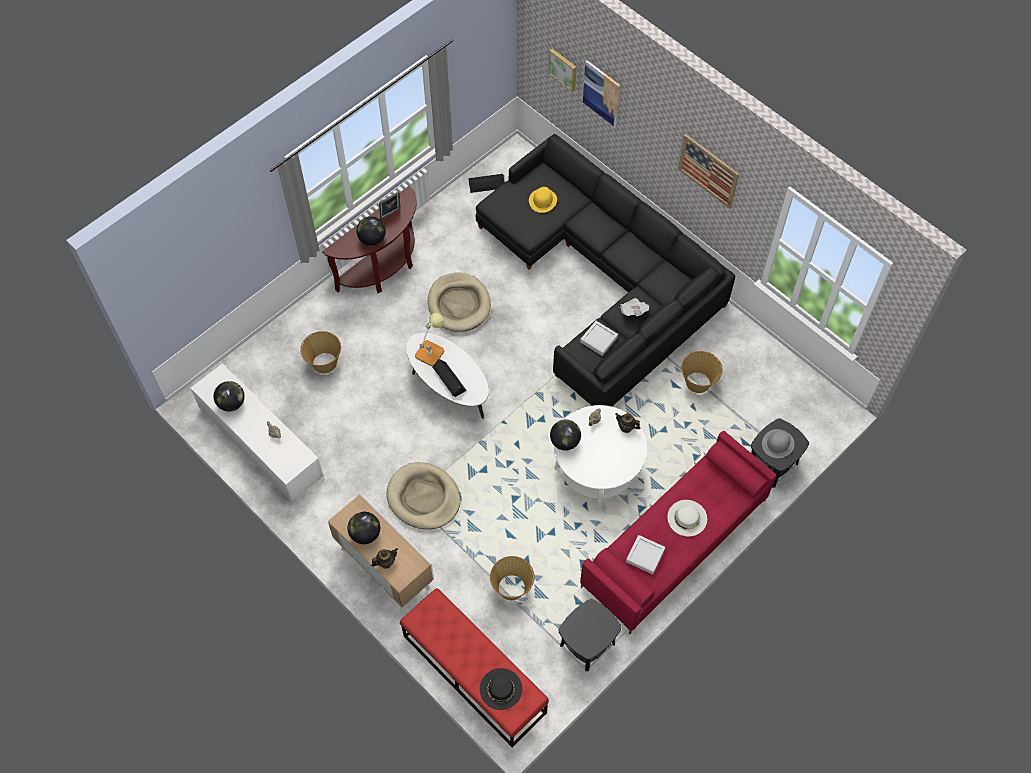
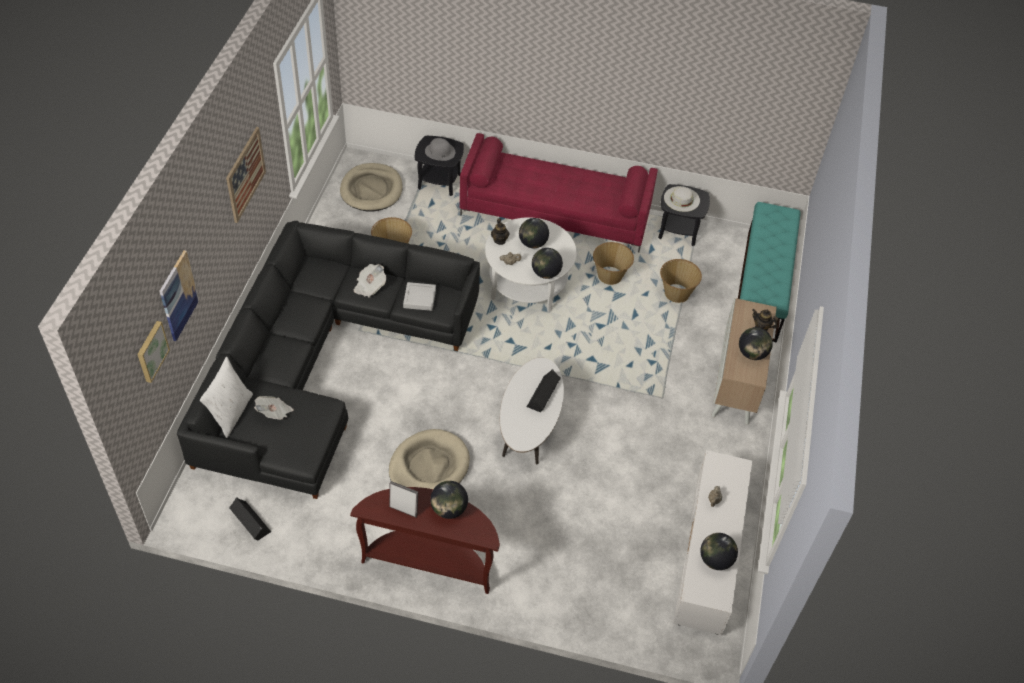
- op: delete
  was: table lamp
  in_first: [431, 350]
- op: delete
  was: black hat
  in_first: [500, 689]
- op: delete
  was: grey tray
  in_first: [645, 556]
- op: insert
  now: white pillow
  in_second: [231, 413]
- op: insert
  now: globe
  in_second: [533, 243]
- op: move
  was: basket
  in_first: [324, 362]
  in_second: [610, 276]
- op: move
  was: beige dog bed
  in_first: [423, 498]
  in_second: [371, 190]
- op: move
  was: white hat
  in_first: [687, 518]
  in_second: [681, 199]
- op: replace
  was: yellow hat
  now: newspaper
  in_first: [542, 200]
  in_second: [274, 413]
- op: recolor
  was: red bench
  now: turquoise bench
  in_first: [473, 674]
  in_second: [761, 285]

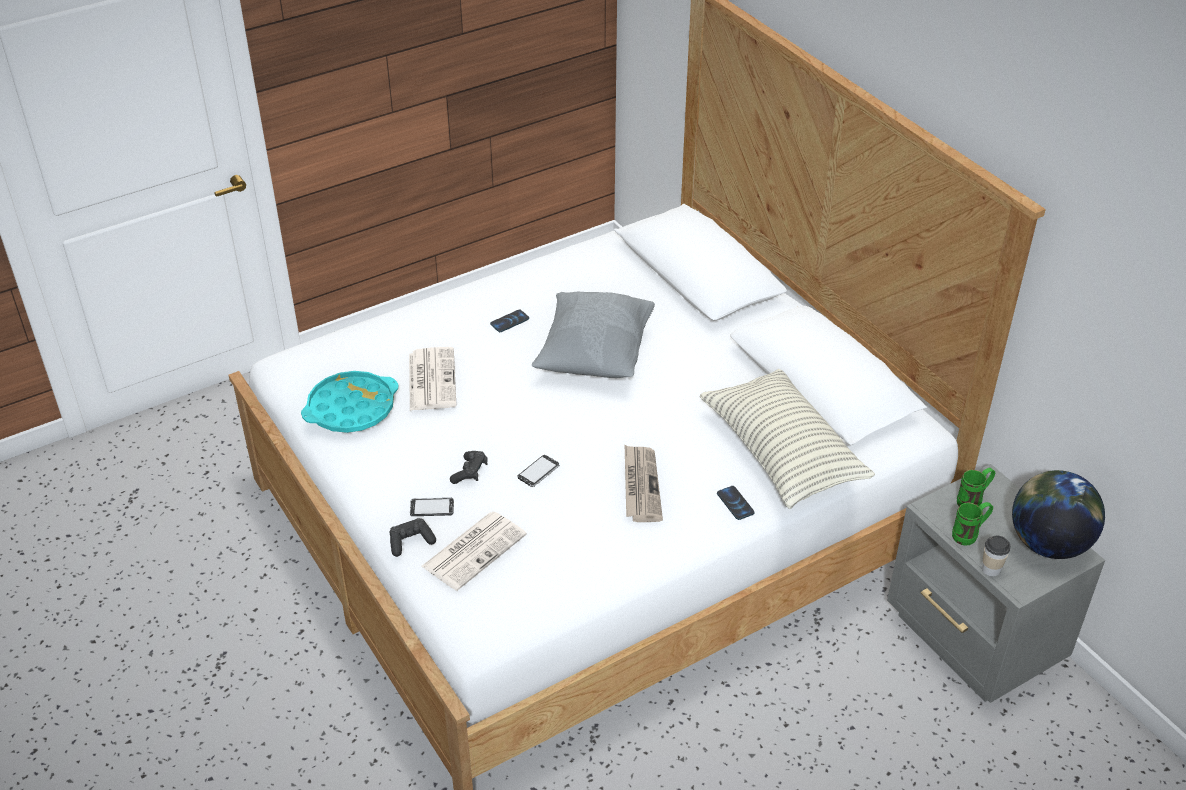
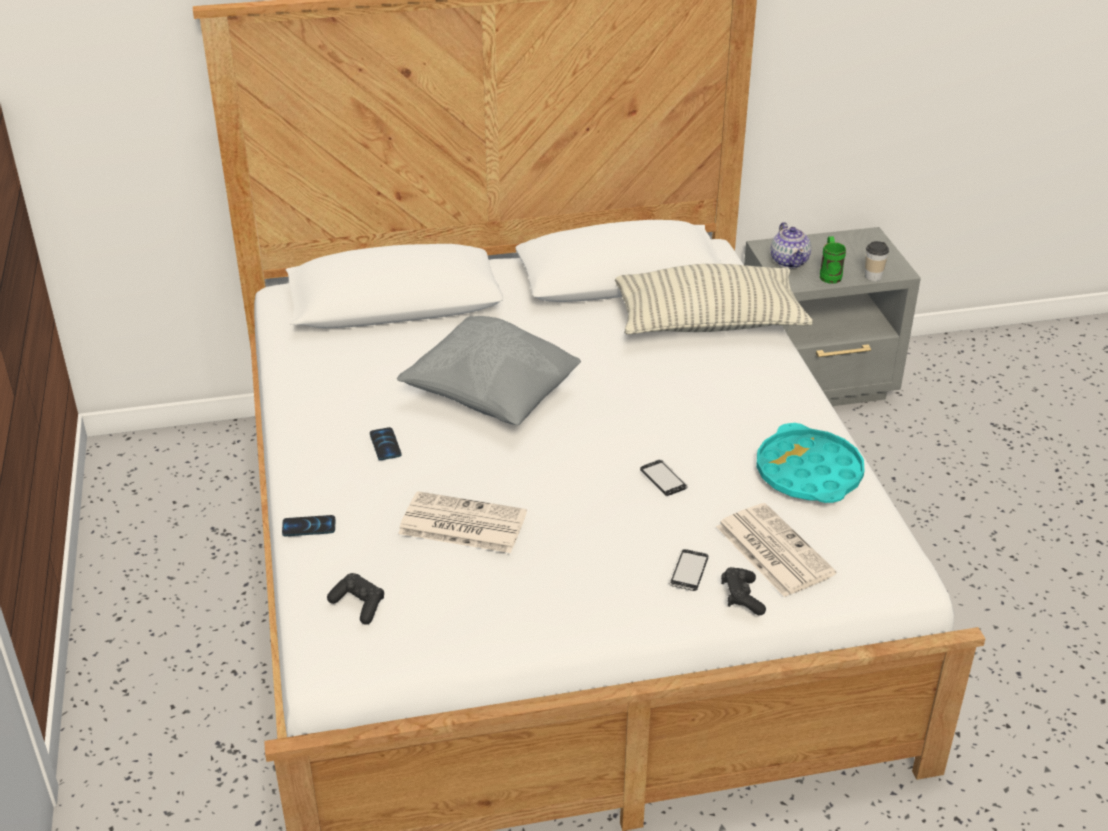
- op: delete
  was: newspaper
  in_first: [640, 485]
- op: delete
  was: globe
  in_first: [1048, 543]
- op: move
  was: turquoise tray
  in_first: [351, 408]
  in_second: [808, 473]
- op: move
  was: black game controller
  in_first: [470, 473]
  in_second: [359, 605]
- op: move
  was: phone
  in_first: [735, 503]
  in_second: [309, 527]
- op: replace
  was: green mug
  now: teapot
  in_first: [973, 501]
  in_second: [789, 261]

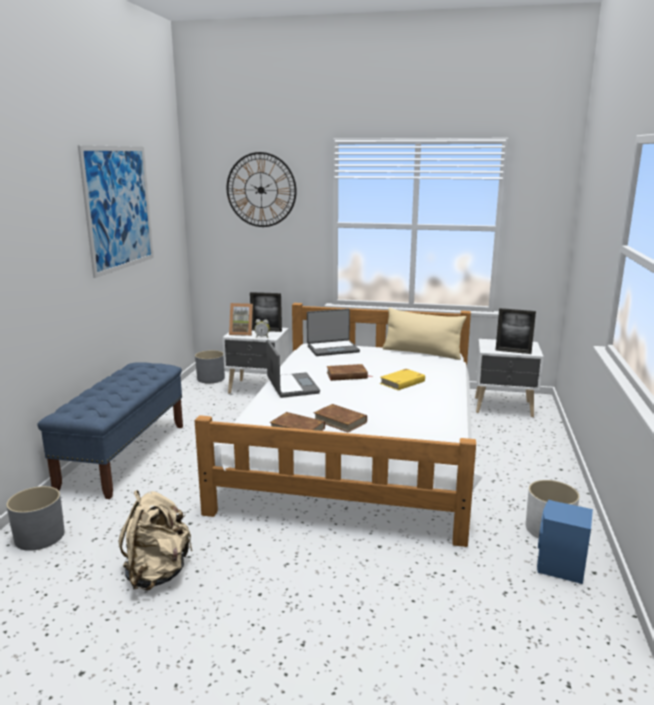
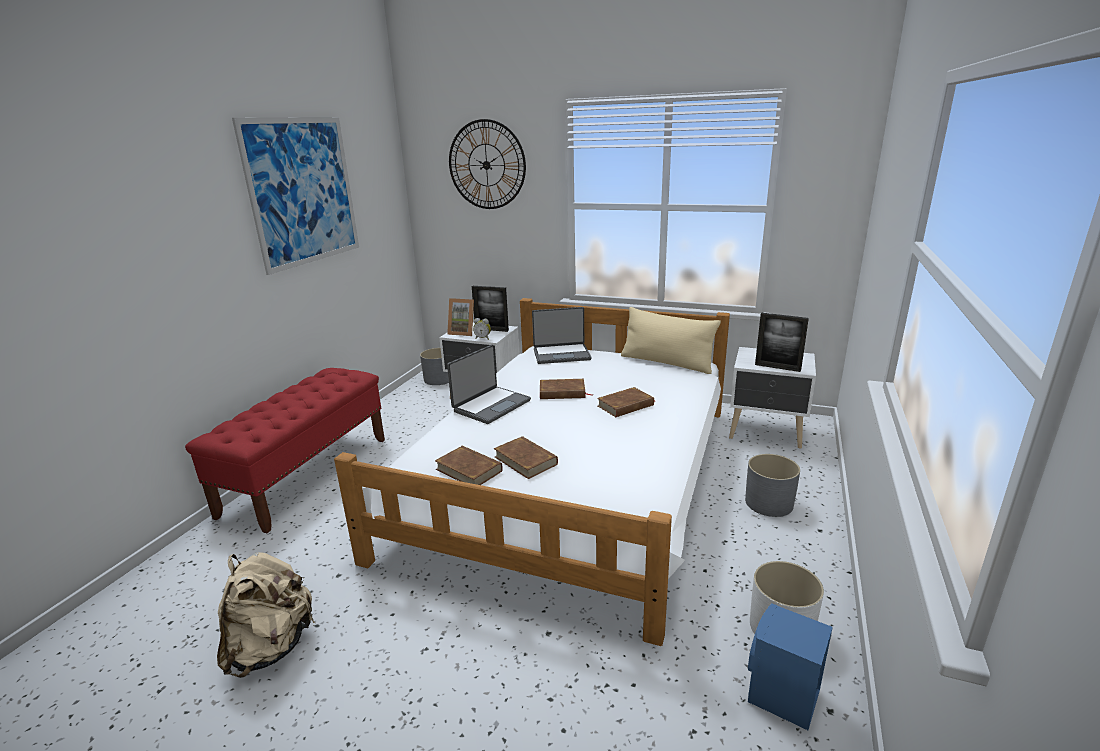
- op: move
  was: grey planter
  in_first: [40, 536]
  in_second: [769, 503]
- op: recolor
  was: blue bench
  now: red bench
  in_first: [124, 455]
  in_second: [308, 475]
- op: recolor
  was: yellow book
  now: brown book
  in_first: [402, 382]
  in_second: [626, 406]
- op: rotate
  was: laptop
  in_first: [291, 386]
  in_second: [491, 405]
  clockwise: 45

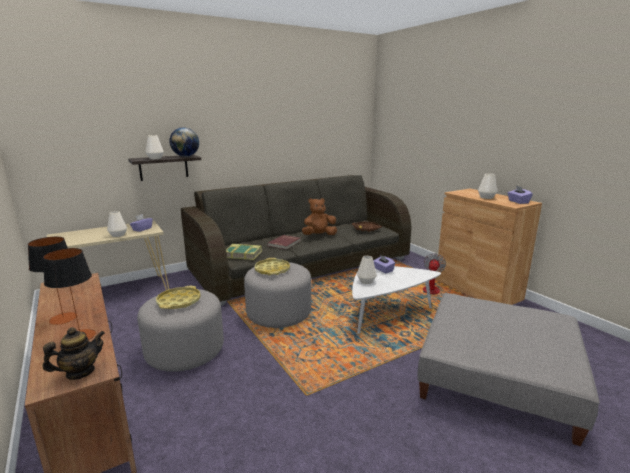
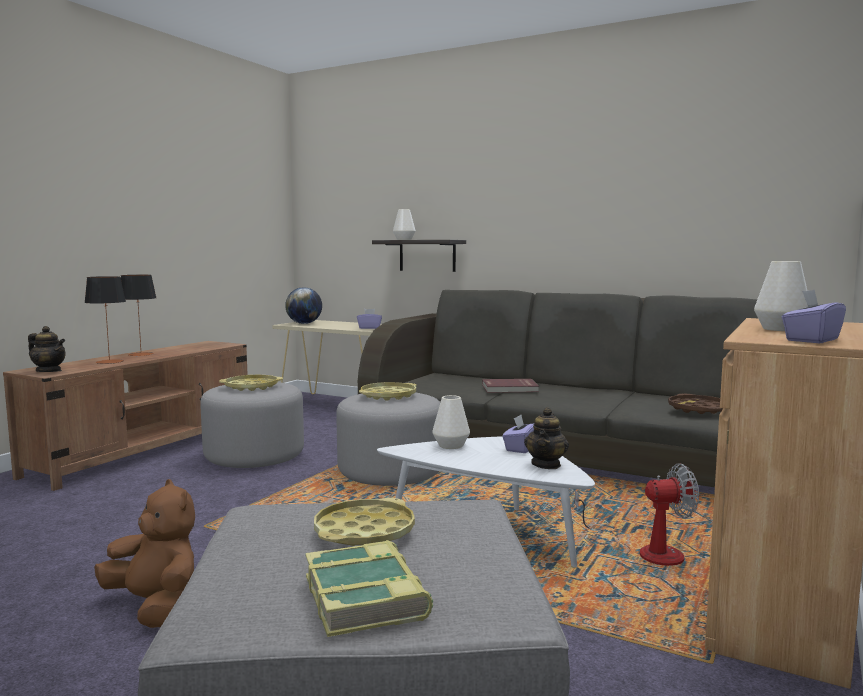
- op: delete
  was: white vase
  in_first: [118, 235]
- op: insert
  now: yellow tray
  in_second: [364, 532]
- op: insert
  now: teapot
  in_second: [546, 464]
- op: move
  was: globe
  in_first: [186, 156]
  in_second: [304, 323]
- op: move
  was: book
  in_first: [243, 254]
  in_second: [366, 597]
- op: move
  was: brown plush toy
  in_first: [319, 235]
  in_second: [156, 607]

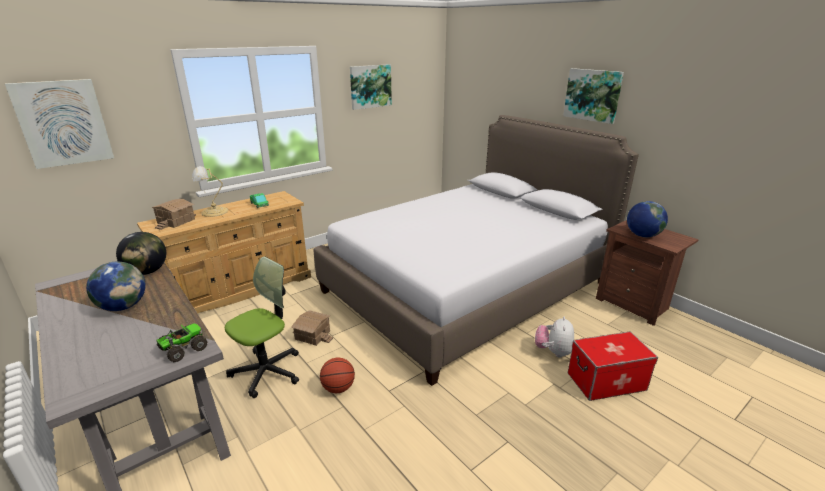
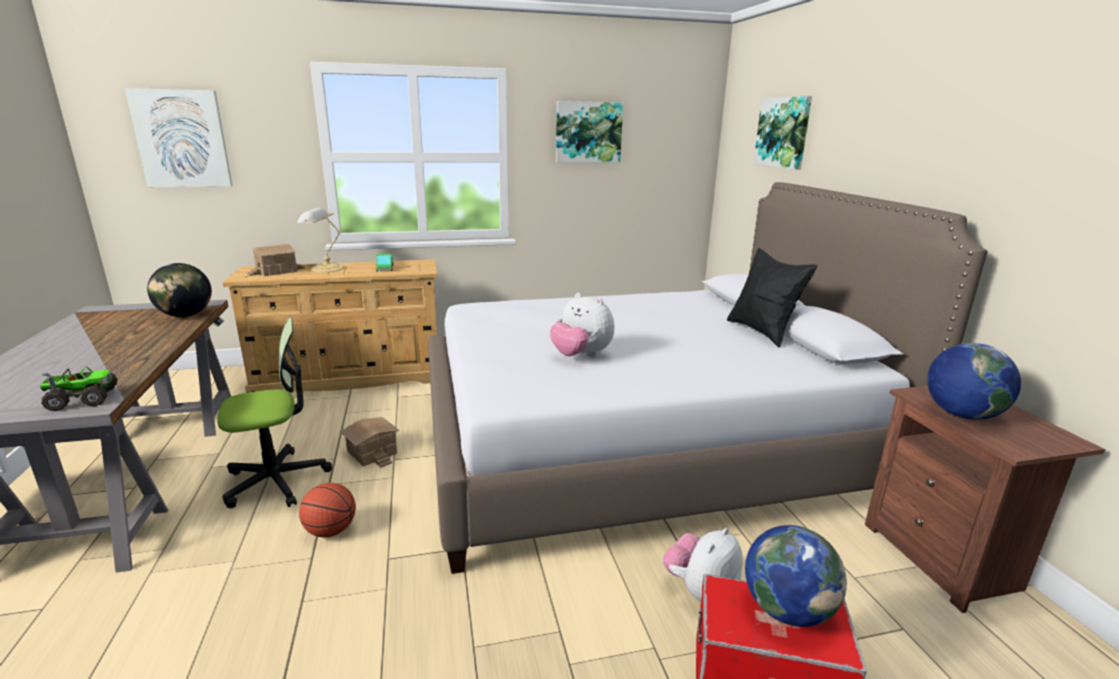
- op: insert
  now: plush toy
  in_second: [581, 356]
- op: insert
  now: black pillow
  in_second: [762, 332]
- op: move
  was: globe
  in_first: [123, 306]
  in_second: [787, 610]
- op: move
  was: picture
  in_first: [593, 95]
  in_second: [783, 132]

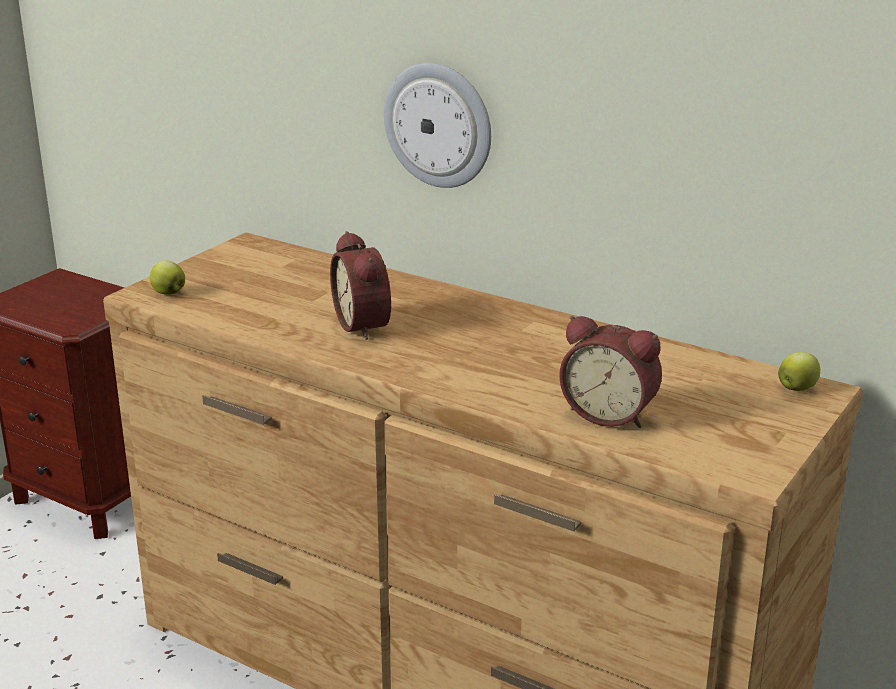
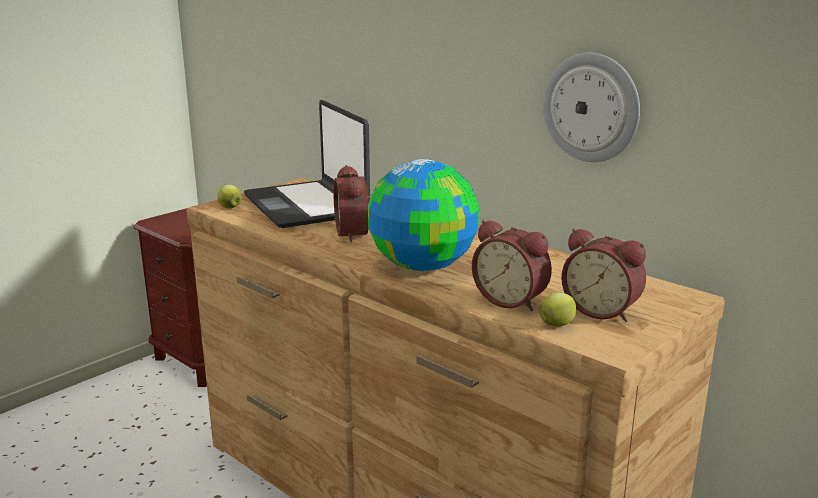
- op: insert
  now: laptop
  in_second: [307, 205]
- op: insert
  now: globe
  in_second: [423, 266]
- op: insert
  now: alarm clock
  in_second: [602, 310]
- op: move
  was: wall clock
  in_first: [439, 125]
  in_second: [591, 107]
- op: move
  was: apple
  in_first: [797, 388]
  in_second: [557, 325]

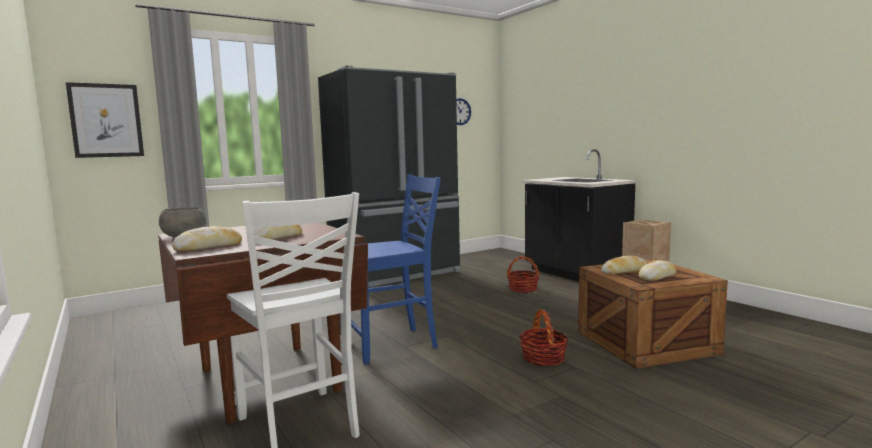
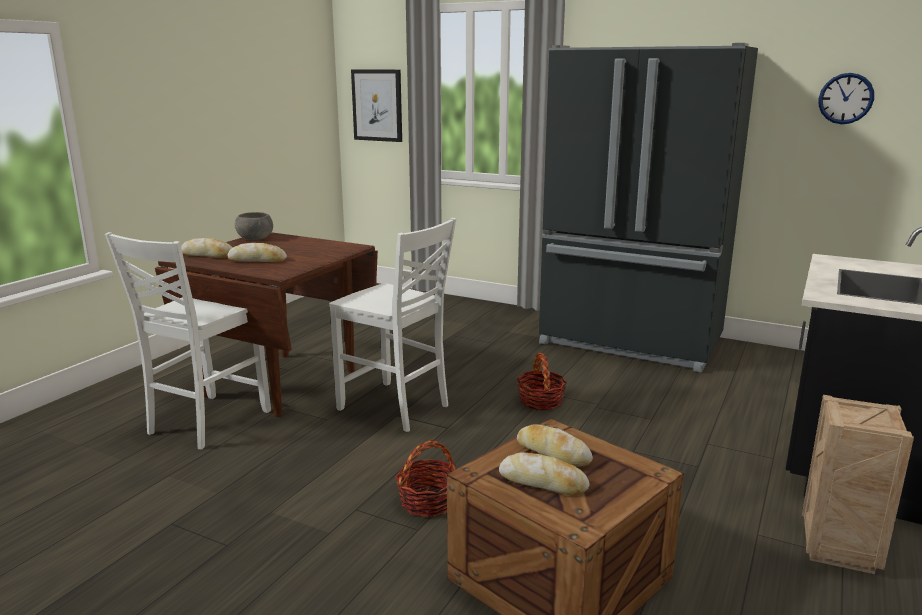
- op: move
  was: basket
  in_first: [523, 289]
  in_second: [540, 401]
- op: recolor
  was: blue chair
  now: white chair
  in_first: [393, 345]
  in_second: [395, 408]

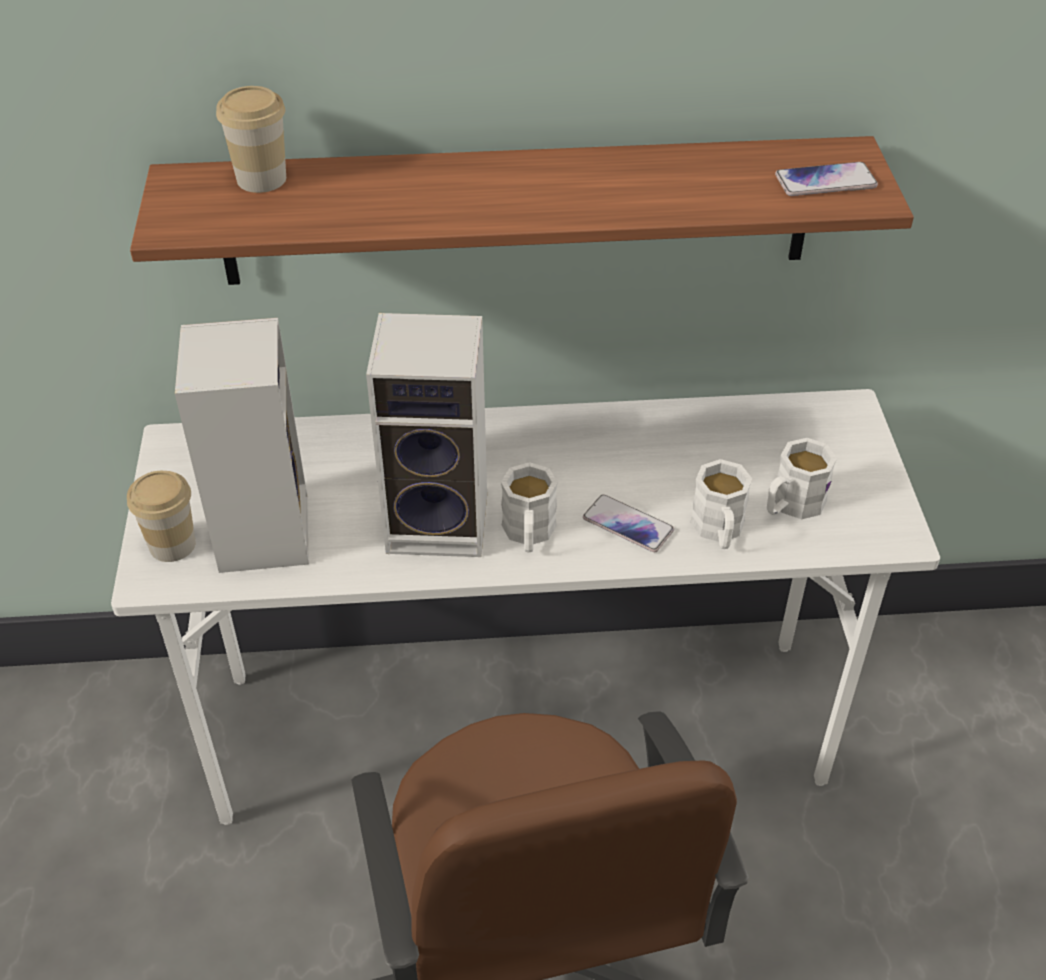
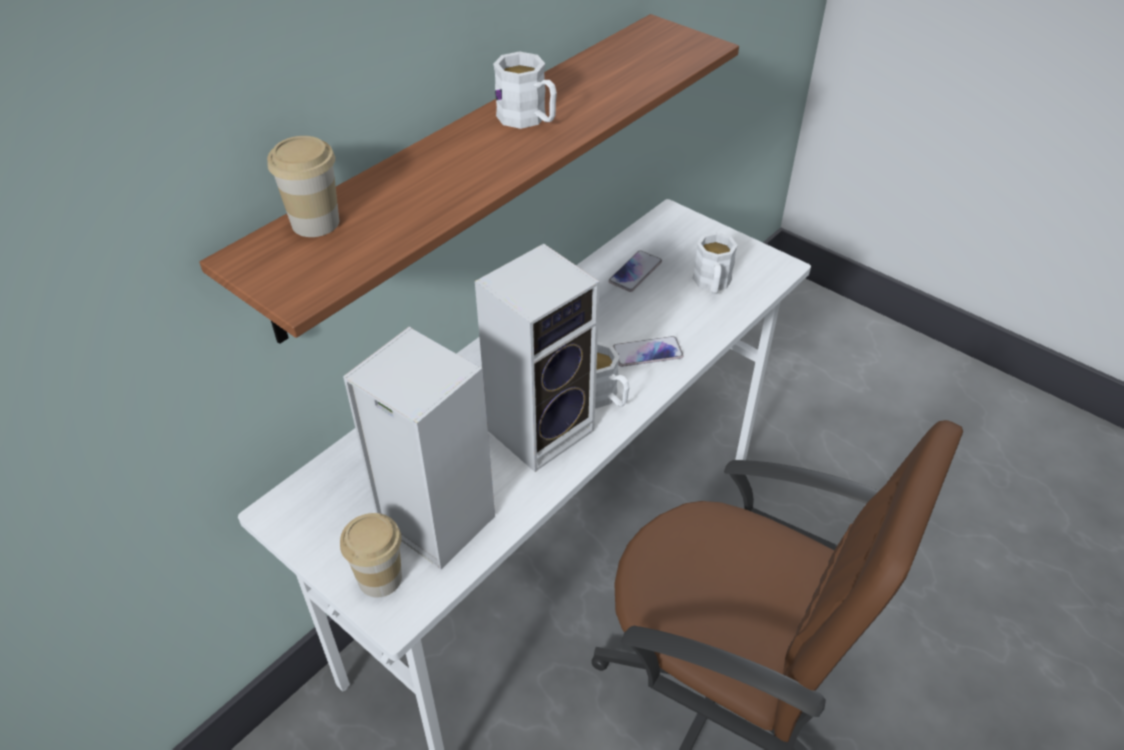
- op: move
  was: white mug
  in_first: [719, 531]
  in_second: [529, 119]
- op: move
  was: phone
  in_first: [825, 181]
  in_second: [635, 272]

